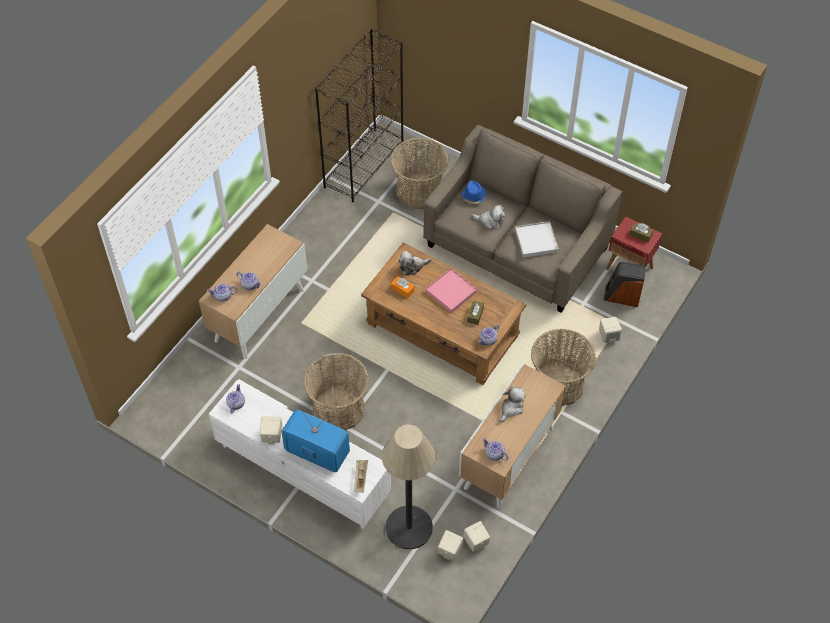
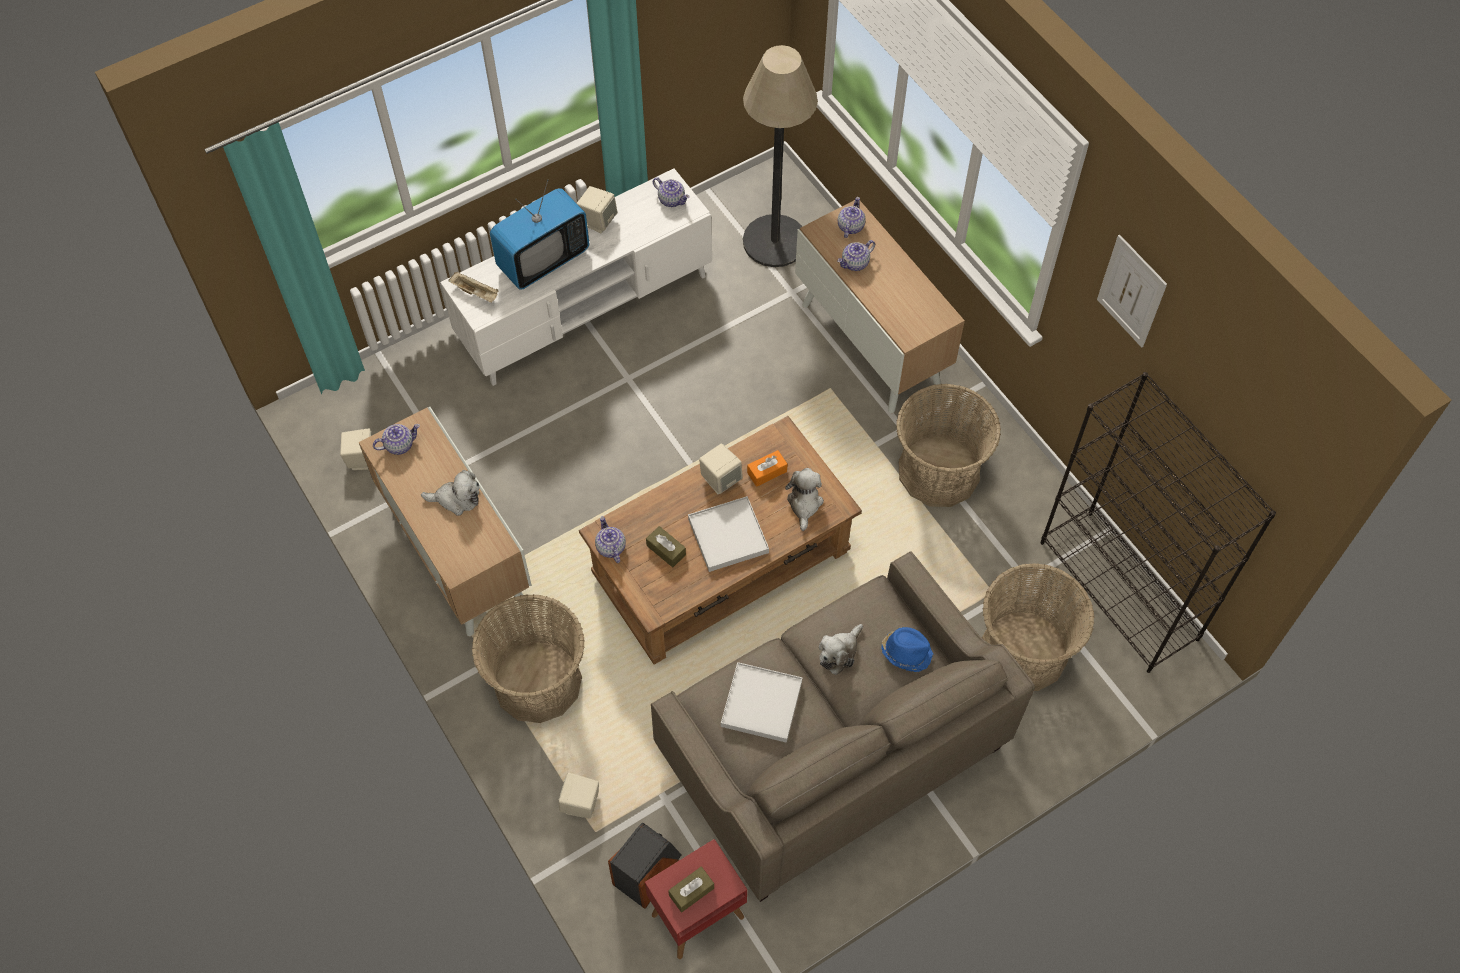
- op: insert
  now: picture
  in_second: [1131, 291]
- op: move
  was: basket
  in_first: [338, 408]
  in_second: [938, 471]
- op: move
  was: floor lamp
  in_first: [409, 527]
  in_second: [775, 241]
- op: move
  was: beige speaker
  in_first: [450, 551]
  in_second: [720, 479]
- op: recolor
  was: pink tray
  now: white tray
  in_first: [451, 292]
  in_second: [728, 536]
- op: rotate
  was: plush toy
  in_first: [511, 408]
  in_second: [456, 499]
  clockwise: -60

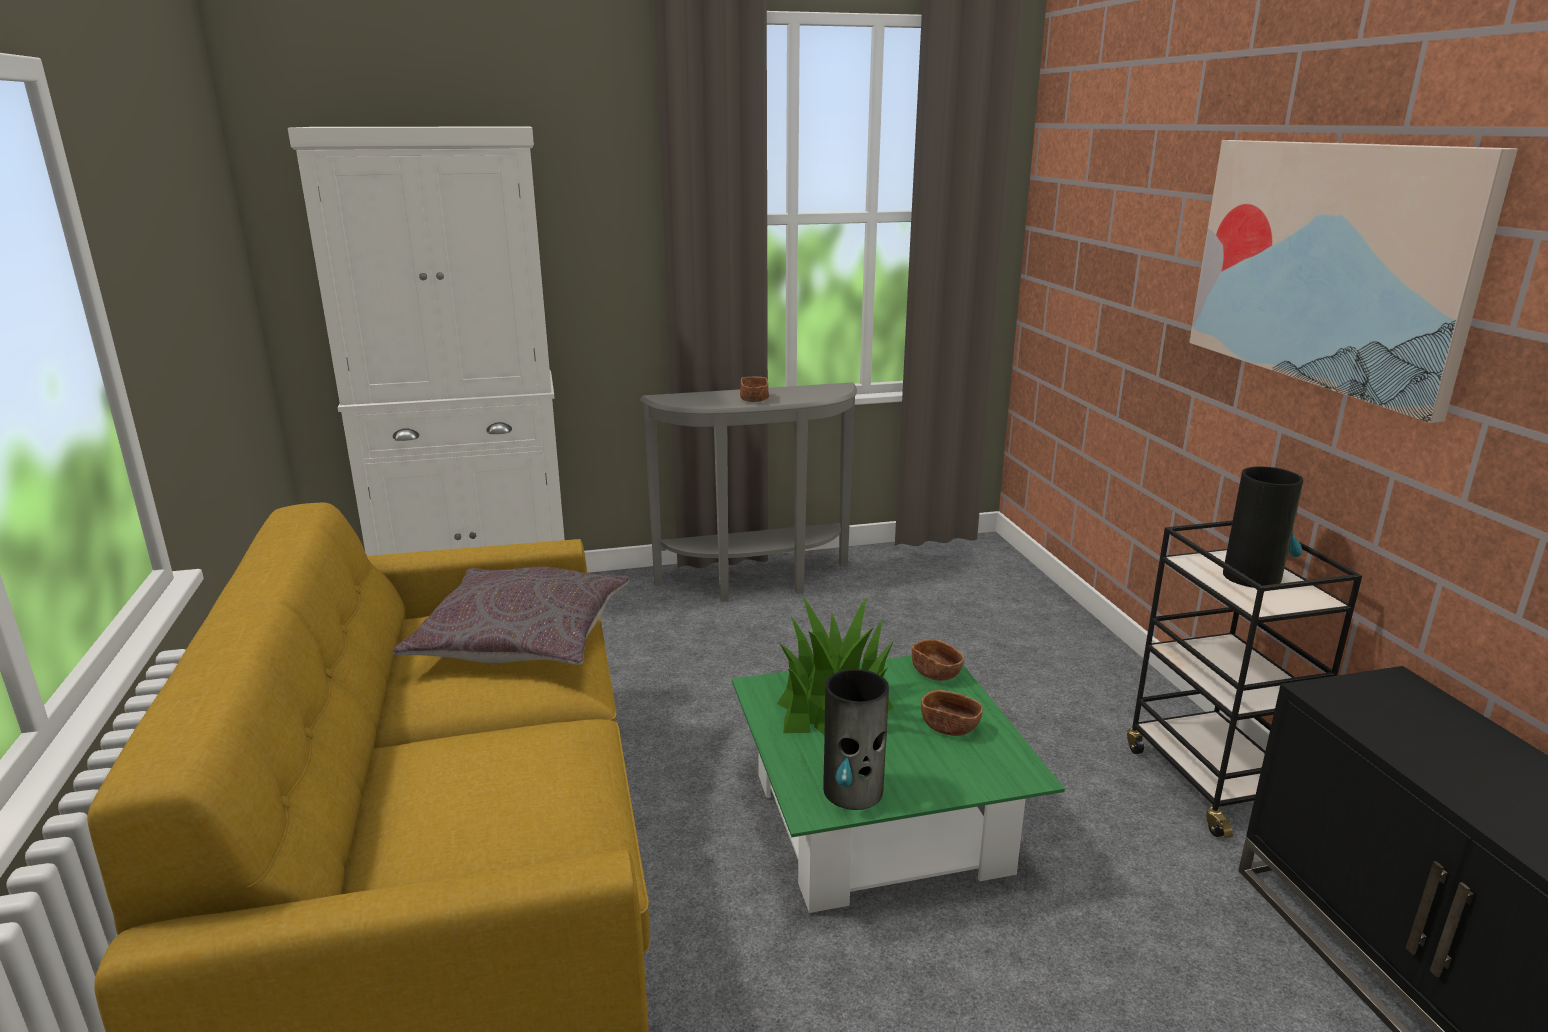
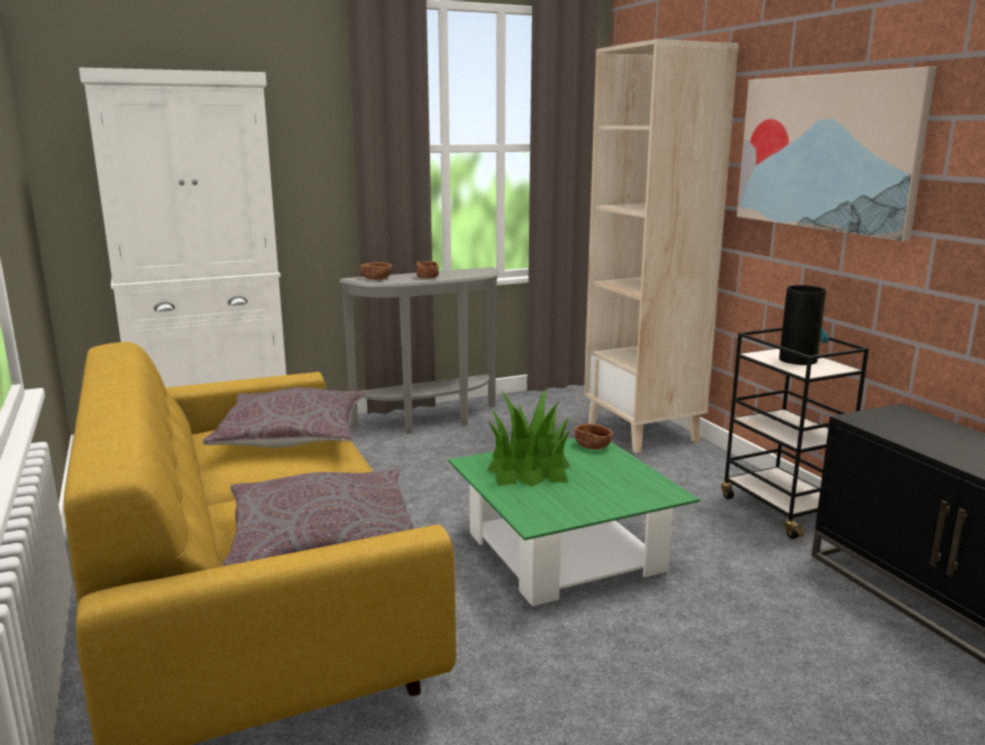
- op: delete
  was: vase
  in_first: [853, 791]
- op: insert
  now: grey pillow
  in_second: [321, 541]
- op: insert
  now: beige bookcase
  in_second: [643, 432]
- op: move
  was: brown bowl
  in_first: [949, 727]
  in_second: [376, 279]

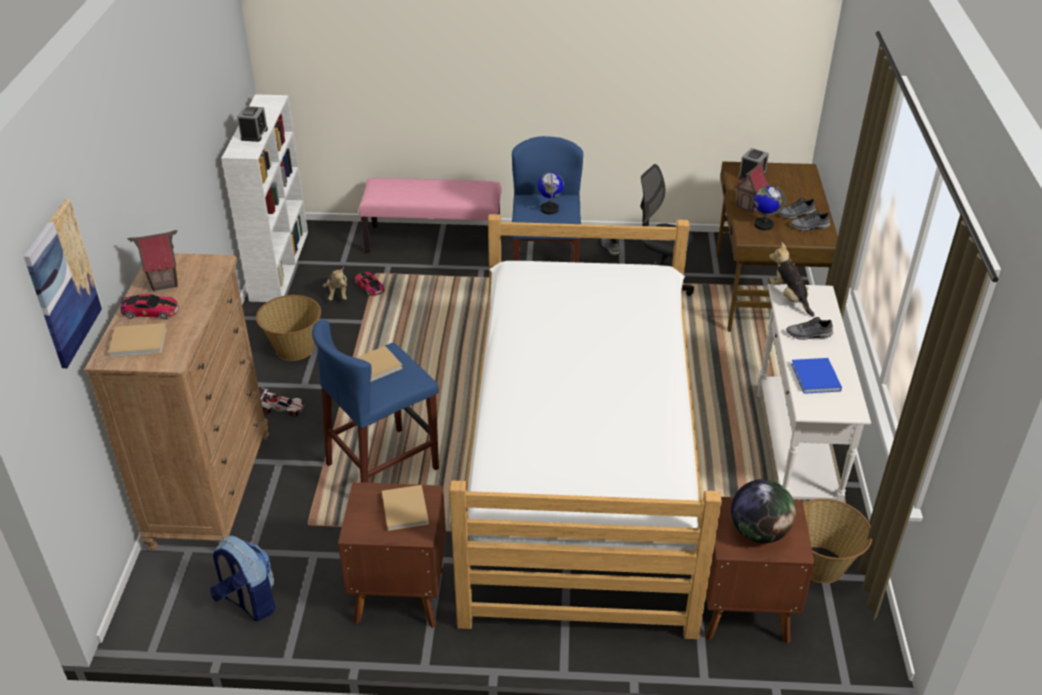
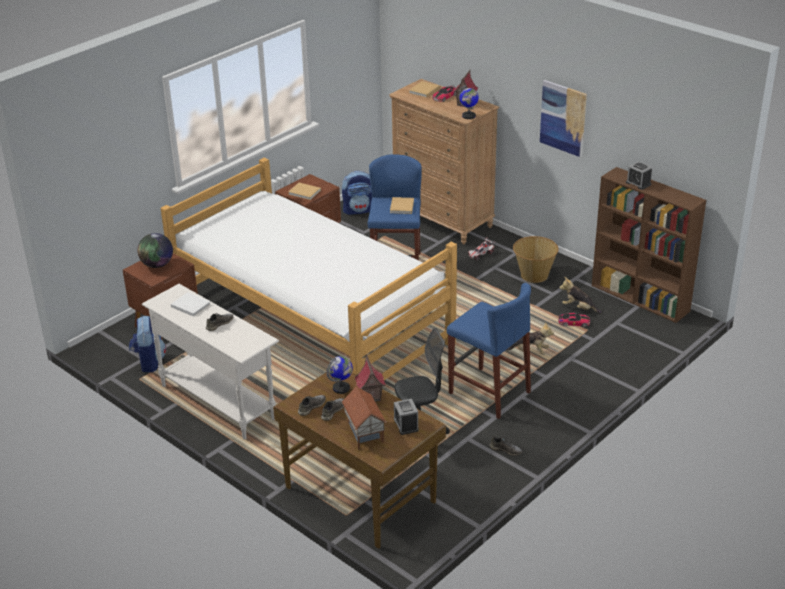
- op: delete
  was: pink bench
  in_first: [434, 241]
- op: insert
  now: toy house
  in_second: [363, 433]
- op: move
  was: picture
  in_first: [63, 283]
  in_second: [563, 118]
- op: move
  was: globe
  in_first: [549, 209]
  in_second: [468, 116]
- op: move
  was: plush toy
  in_first: [789, 298]
  in_second: [530, 352]
- op: replace
  was: basket
  now: backpack
  in_first: [821, 565]
  in_second: [149, 362]
- op: recolor
  was: white bookcase
  now: brown bookcase
  in_first: [279, 264]
  in_second: [641, 298]
- op: recolor
  was: blue book
  now: white book
  in_first: [816, 378]
  in_second: [190, 305]

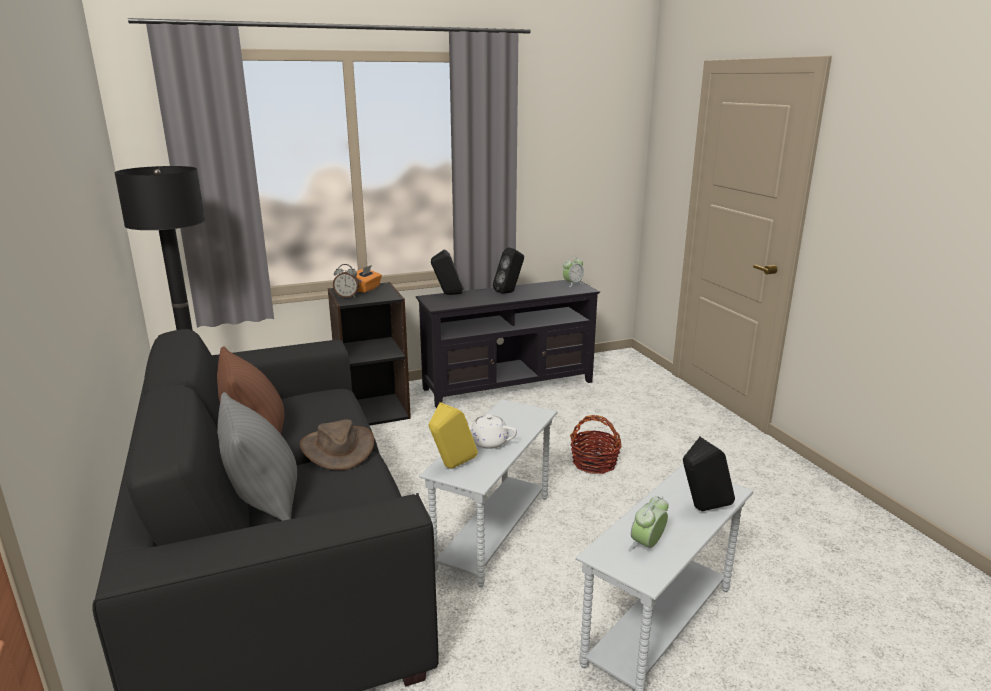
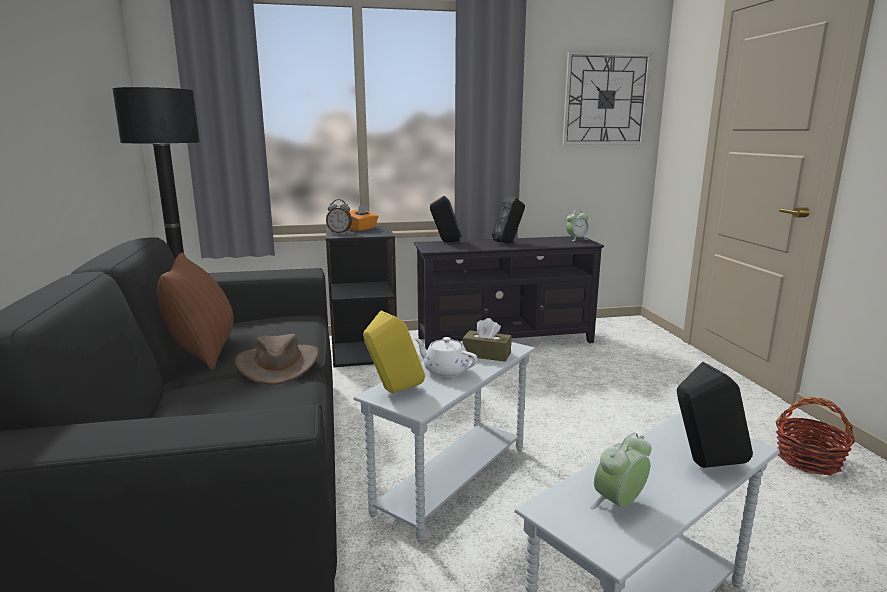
- op: delete
  was: grey pillow
  in_first: [264, 501]
- op: insert
  now: brown tissue box
  in_second: [486, 354]
- op: insert
  now: wall clock
  in_second: [605, 99]
- op: move
  was: basket
  in_first: [594, 463]
  in_second: [808, 460]

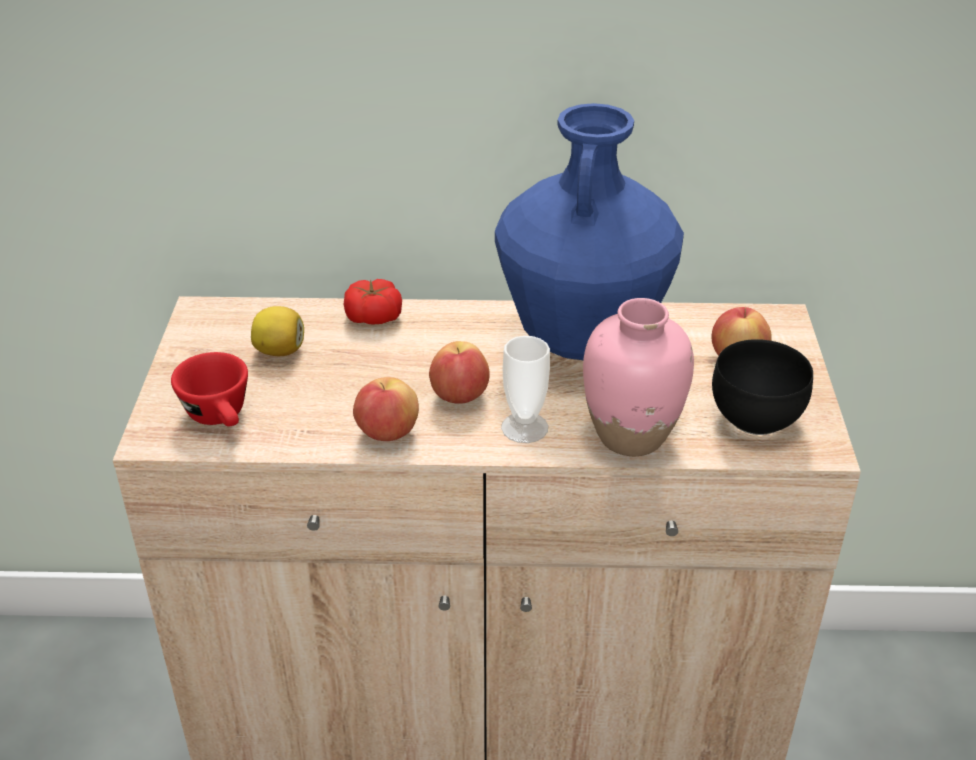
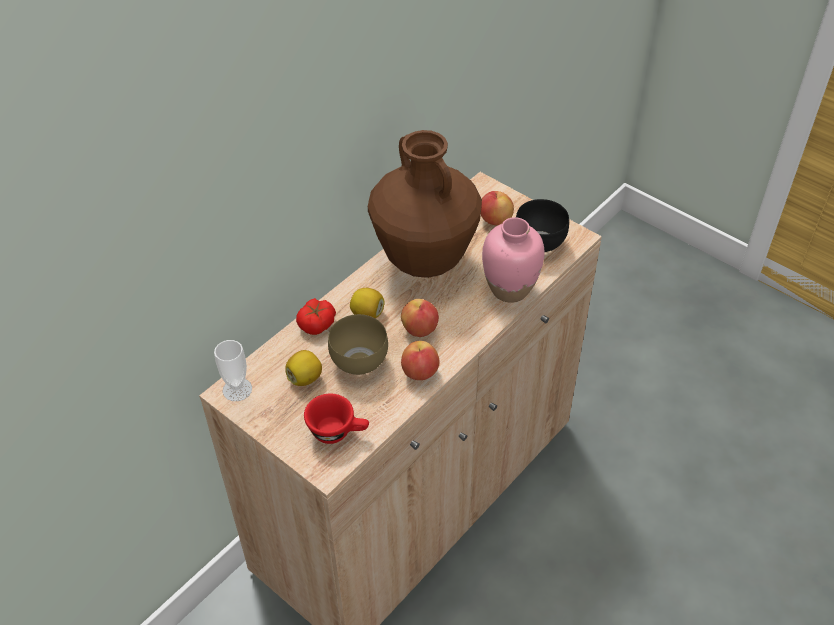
- op: insert
  now: brown bowl
  in_second: [361, 362]
- op: insert
  now: lemon
  in_second: [367, 314]
- op: move
  was: cup
  in_first: [524, 427]
  in_second: [237, 389]
- op: recolor
  was: blue vase
  now: brown vase
  in_first: [582, 339]
  in_second: [424, 260]

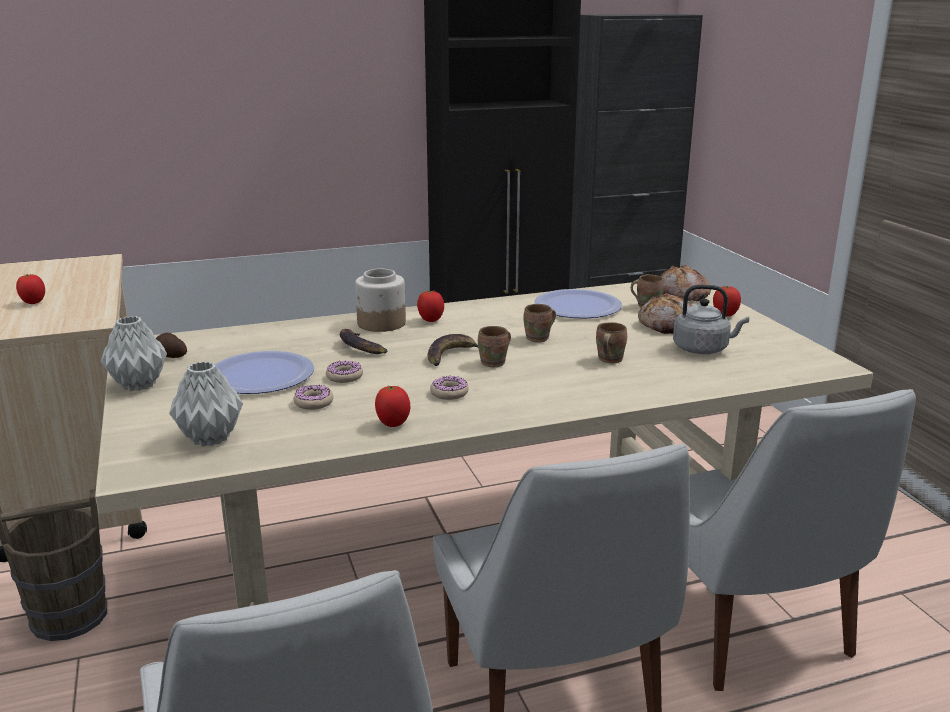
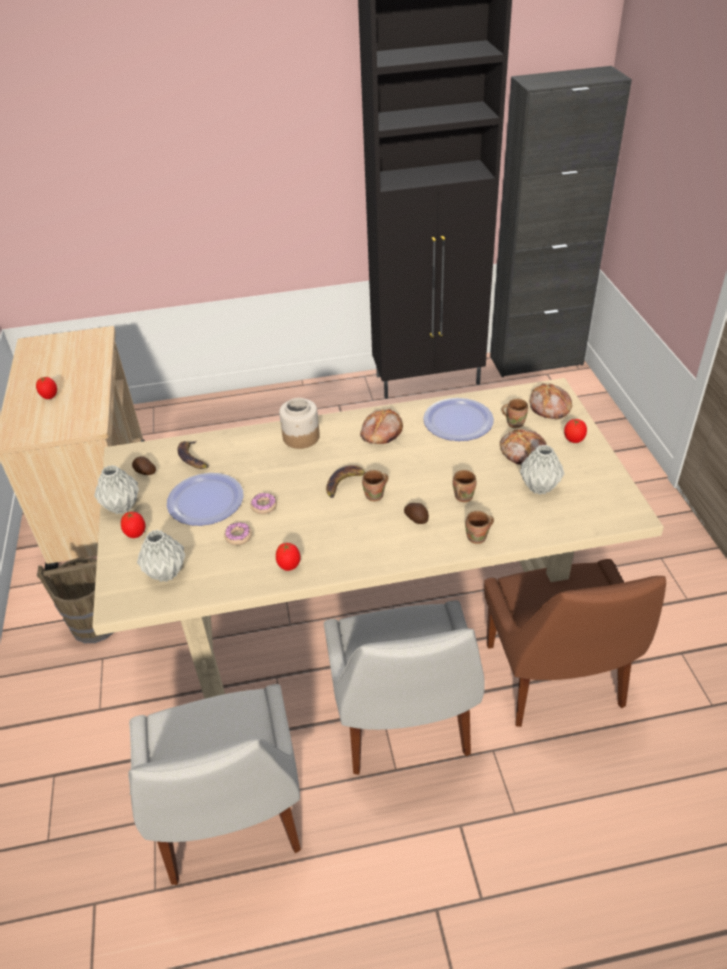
- op: delete
  was: donut
  in_first: [449, 393]
- op: insert
  now: bread
  in_second: [381, 433]
- op: insert
  now: potato
  in_second: [416, 518]
- op: move
  was: banana
  in_first: [360, 347]
  in_second: [192, 458]
- op: move
  was: tomato
  in_first: [431, 320]
  in_second: [136, 534]
- op: move
  was: brown mug
  in_first: [539, 339]
  in_second: [478, 538]
- op: replace
  was: grey kettle
  now: grey vase
  in_first: [703, 349]
  in_second: [540, 487]
- op: recolor
  was: white chair
  now: brown chair
  in_first: [750, 633]
  in_second: [555, 680]

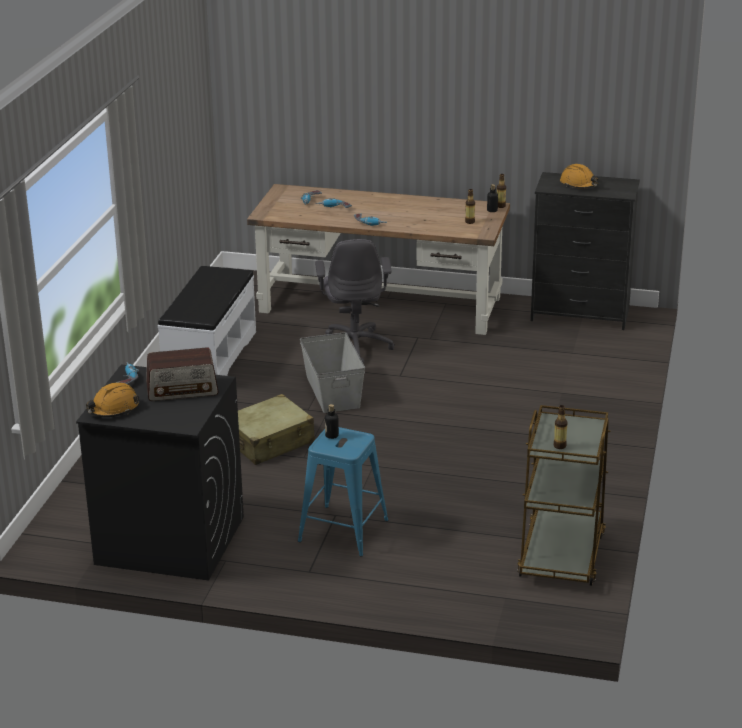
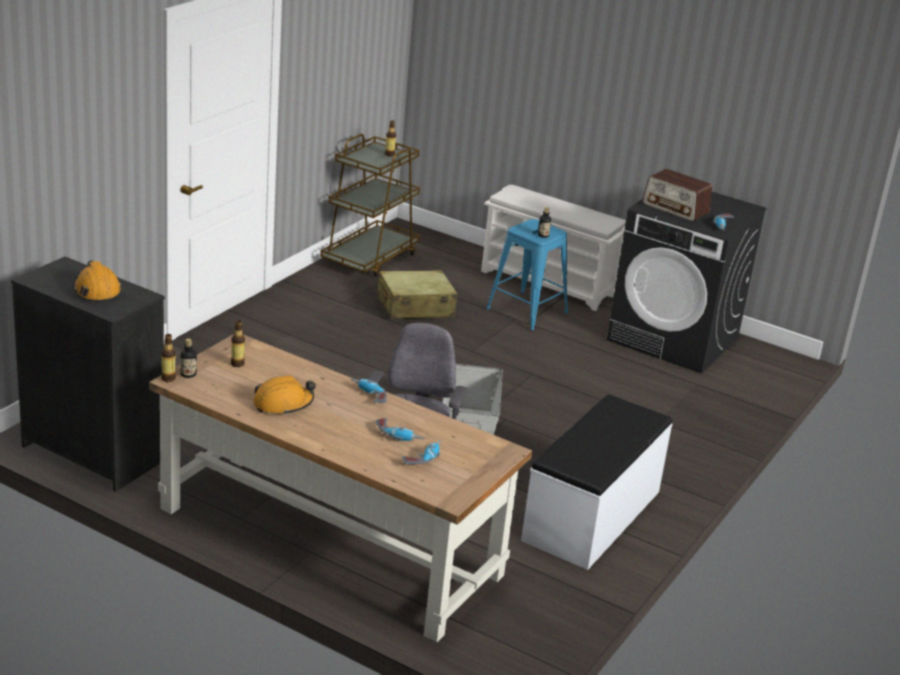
- op: insert
  now: white shoe rack
  in_second: [549, 283]
- op: move
  was: orange hard hat
  in_first: [113, 409]
  in_second: [283, 404]
- op: move
  was: beige suitcase
  in_first: [270, 442]
  in_second: [414, 307]
- op: rotate
  was: radio
  in_first: [182, 389]
  in_second: [675, 208]
  clockwise: -150

